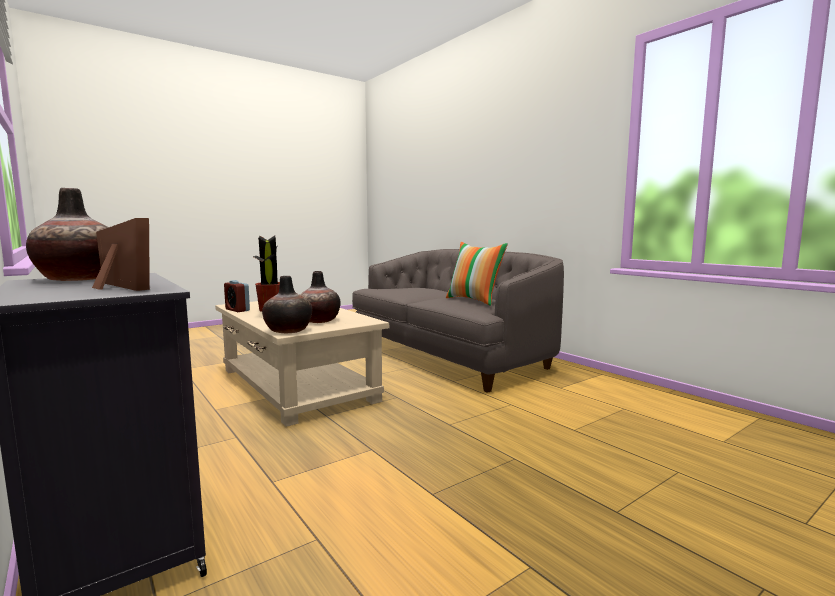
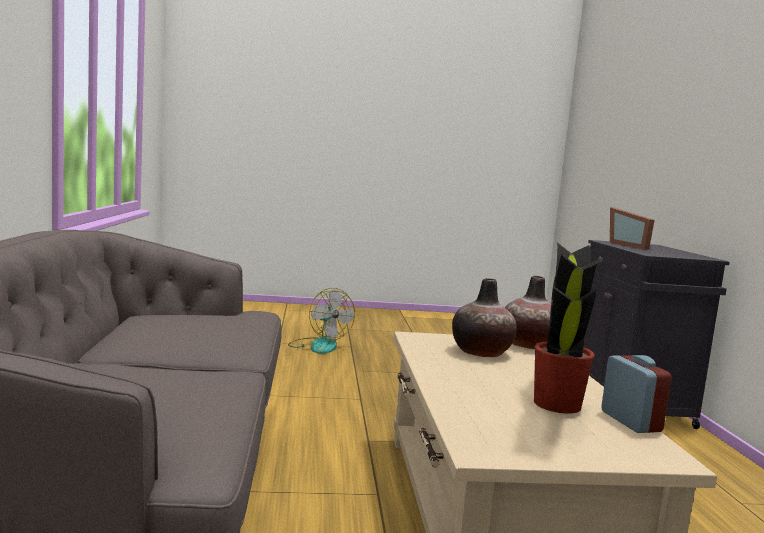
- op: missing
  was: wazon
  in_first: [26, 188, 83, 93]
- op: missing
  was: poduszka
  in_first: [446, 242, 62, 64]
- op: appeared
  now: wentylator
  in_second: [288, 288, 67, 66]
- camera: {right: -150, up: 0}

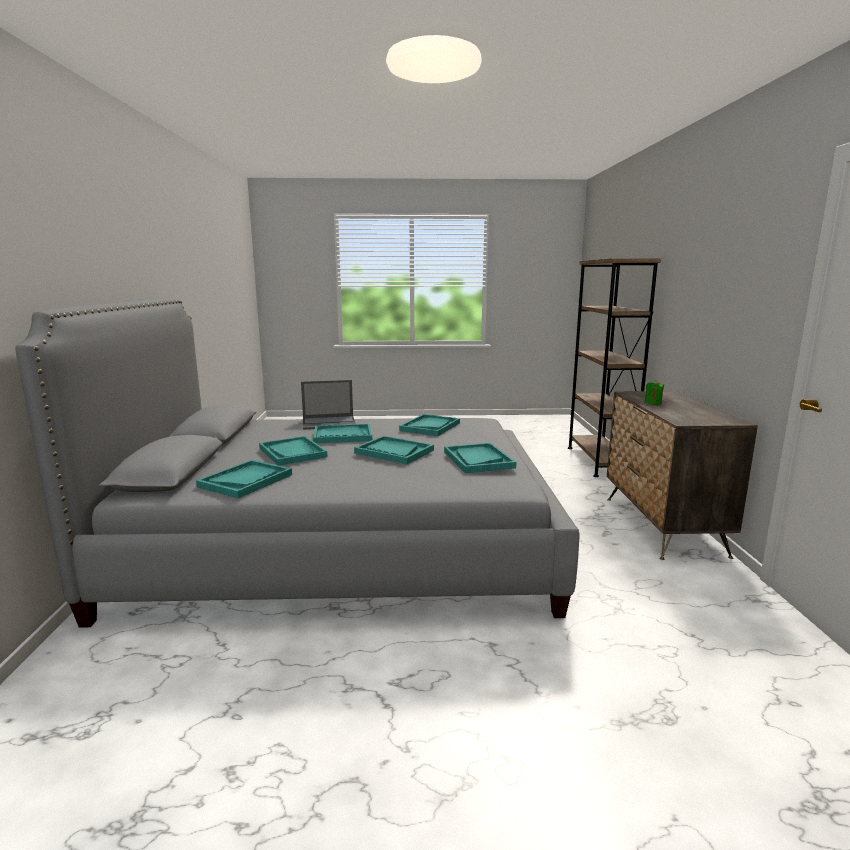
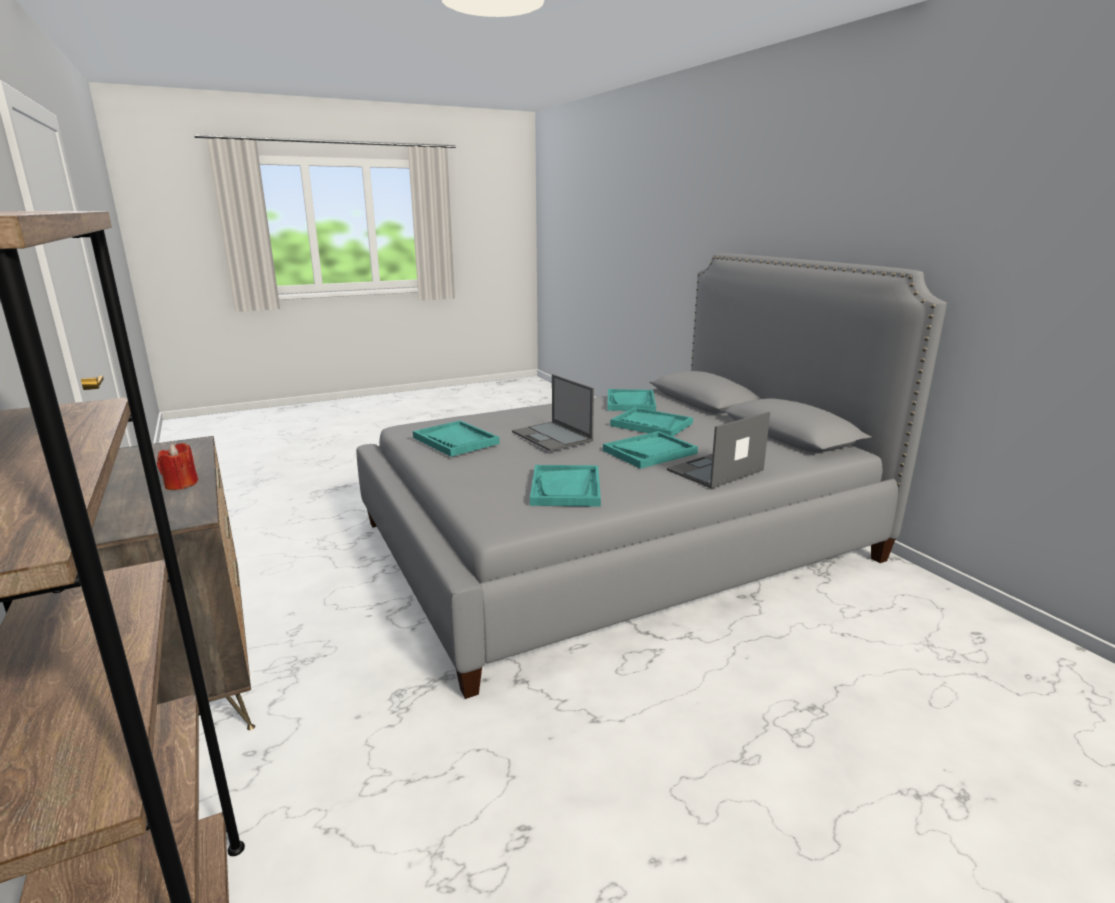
- op: colour
  was: świeca (zielony)
  now: świeca (czerwony)
  in_first: [645, 380, 19, 25]
  in_second: [157, 443, 41, 47]
- op: exchanged
  was: taca (turkusowy)
  now: laptop
  in_first: [354, 436, 80, 28]
  in_second: [512, 374, 82, 77]
- camera: {right: 155, up: 5}

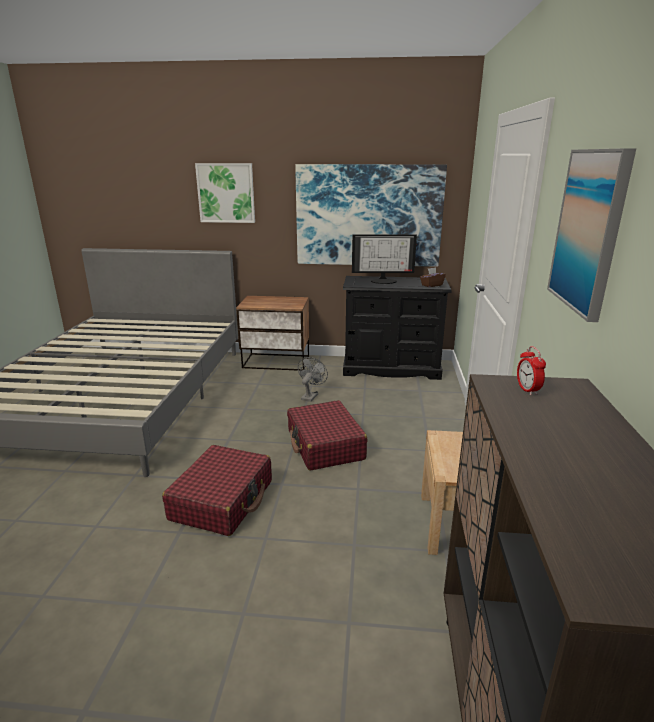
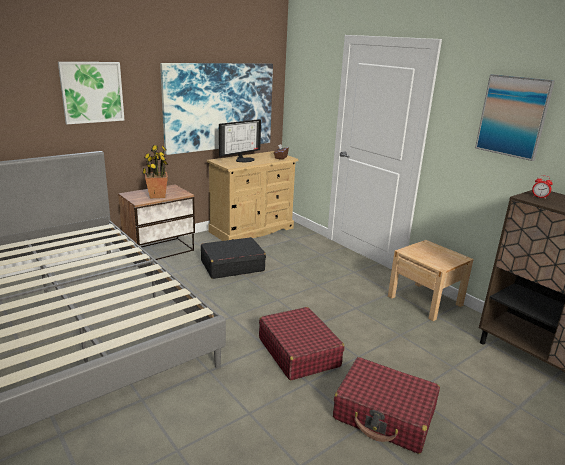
- op: colour
  was: komoda (czarny)
  now: komoda (beżowy)
  in_first: [343, 276, 109, 104]
  in_second: [207, 151, 92, 90]
- op: exchanged
  was: wentylator (szary)
  now: walizka (czarny)
  in_first: [298, 357, 30, 45]
  in_second: [201, 237, 65, 42]
- op: relocated
  was: walizka (czerwony)
  in_first: [287, 400, 81, 71]
  in_second: [333, 357, 107, 97]
- op: appeared
  now: roślina doniczkowa
  in_second: [142, 145, 26, 53]
- camera: {right: -45, up: 0}

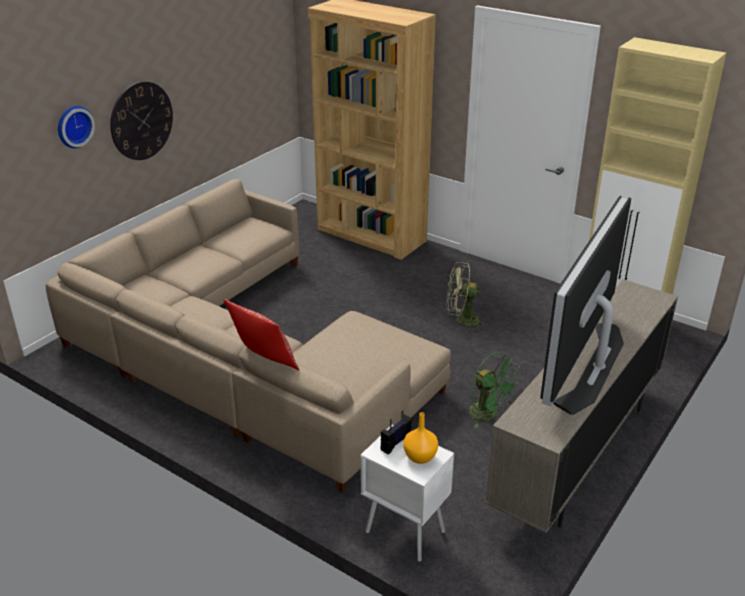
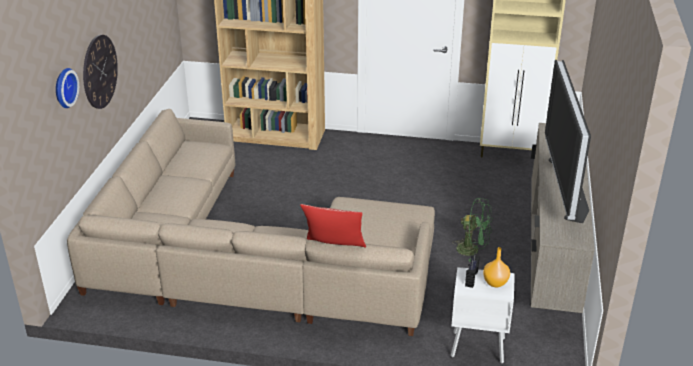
- op: missing
  was: wentylator (zielony)
  in_first: [447, 262, 39, 70]
- camera: {right: -25, up: 0}

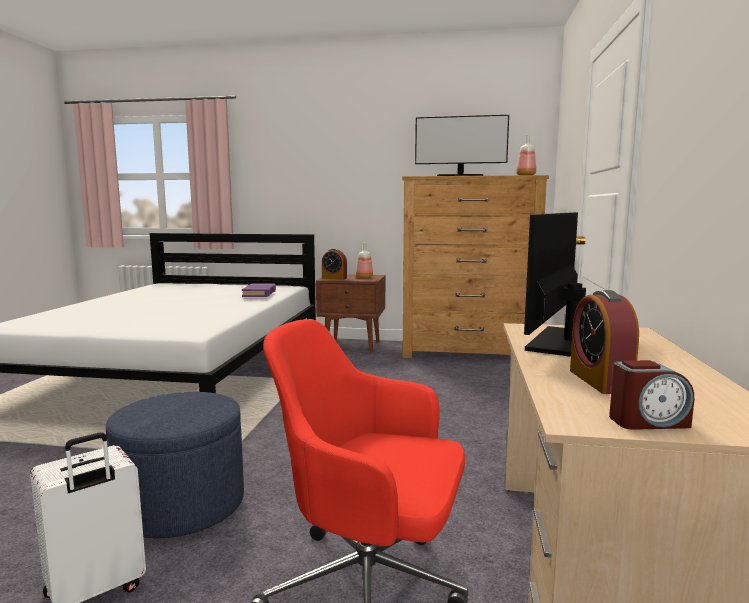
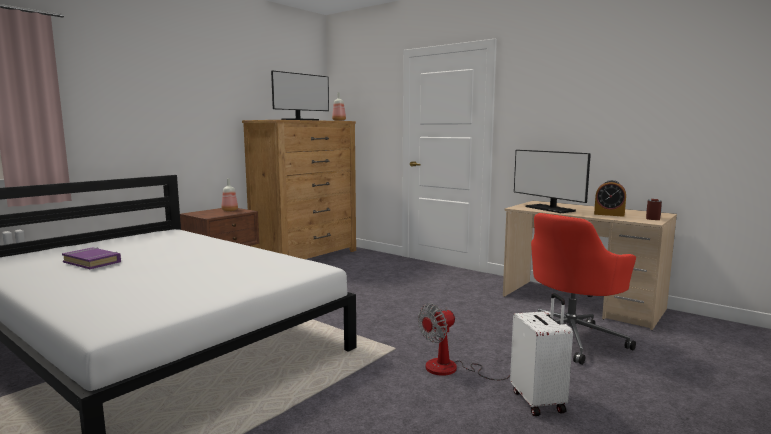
- op: missing
  was: budzik
  in_first: [322, 249, 25, 31]
- op: relocated
  was: książka (fioletowy)
  in_first: [242, 284, 34, 13]
  in_second: [62, 247, 59, 22]
- op: exchanged
  was: pufa (niebieski)
  now: wentylator
  in_first: [106, 392, 138, 146]
  in_second: [418, 303, 92, 77]
- camera: {right: -60, up: 0}

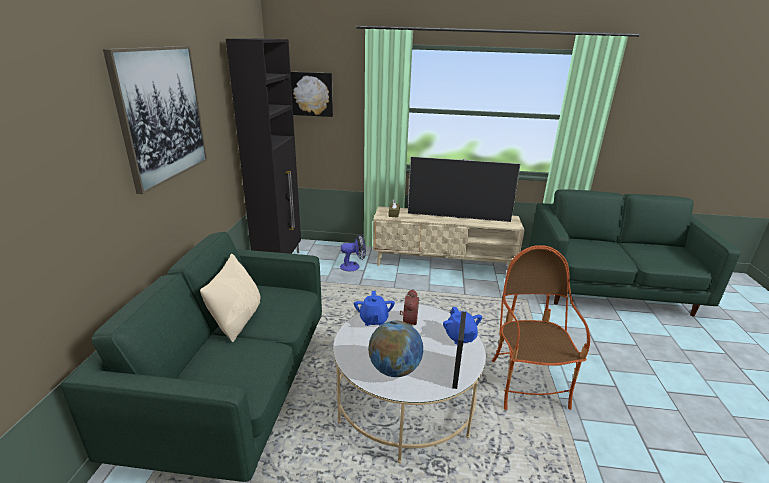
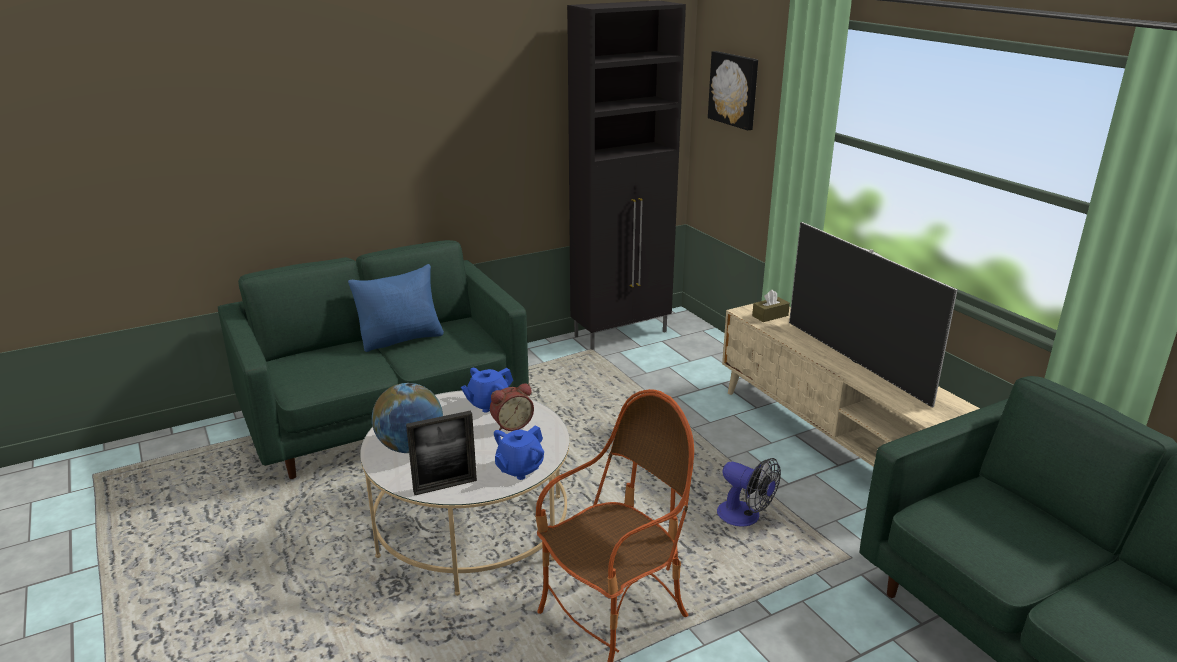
- op: missing
  was: obraz
  in_first: [103, 46, 104, 148]
- op: relocated
  was: wentylator
  in_first: [340, 234, 26, 37]
  in_second: [717, 458, 64, 69]
- op: colour
  was: poduszka (beżowy)
  now: poduszka (niebieski)
  in_first: [200, 254, 60, 88]
  in_second: [348, 264, 96, 88]
- camera: {right: 55, up: 0}

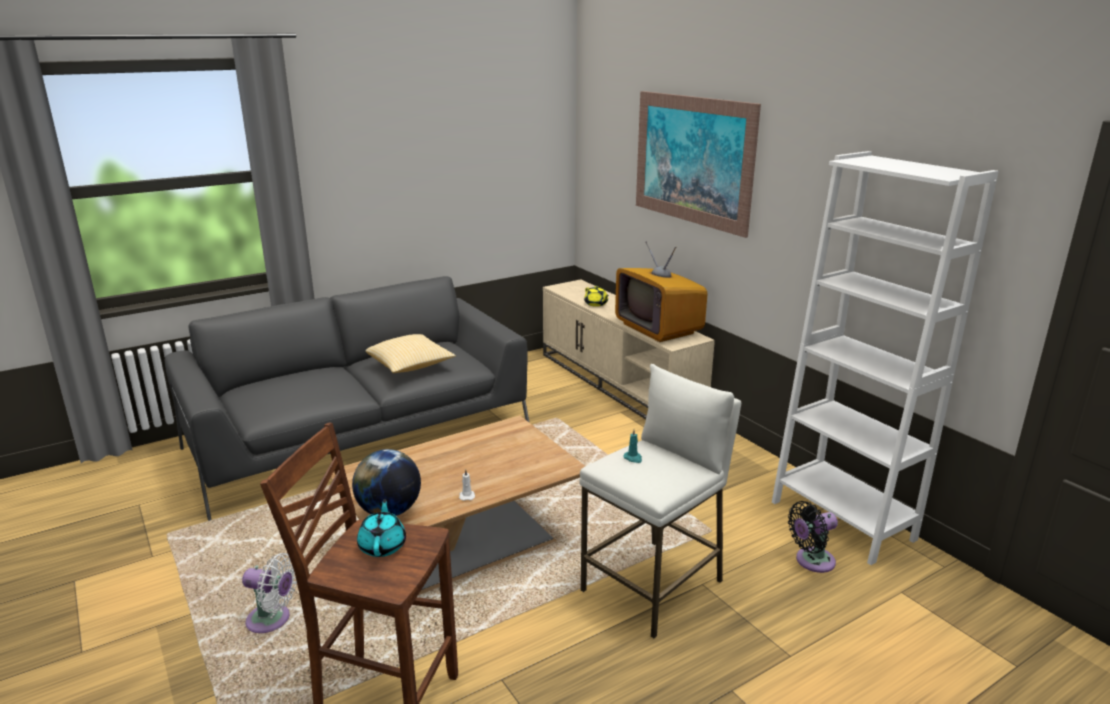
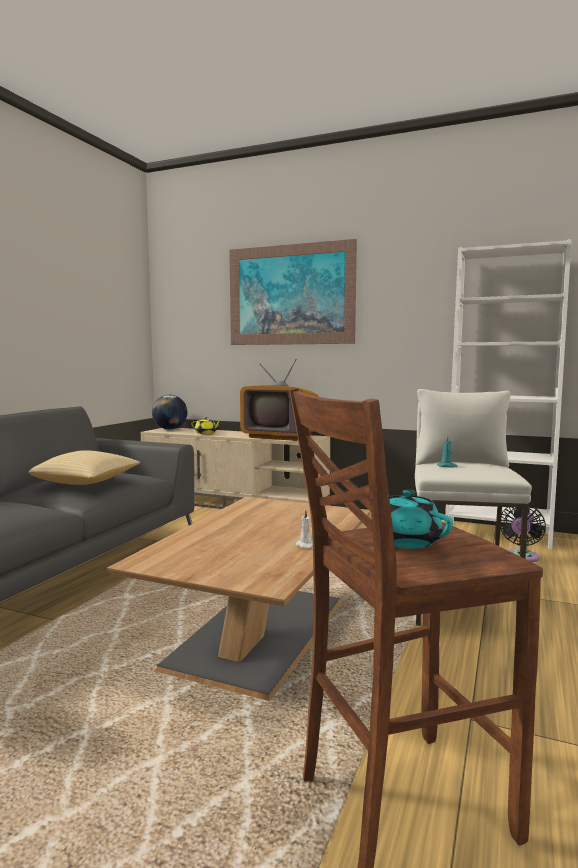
- op: relocated
  was: globus
  in_first: [352, 449, 69, 67]
  in_second: [152, 395, 35, 35]
- op: missing
  was: wentylator (biały)
  in_first: [242, 553, 55, 80]
- camera: {right: -35, up: -15}

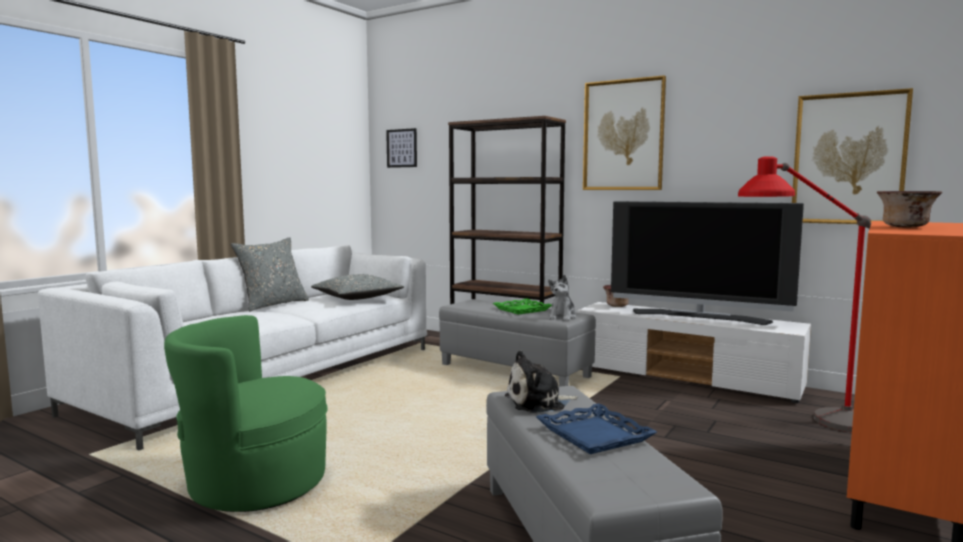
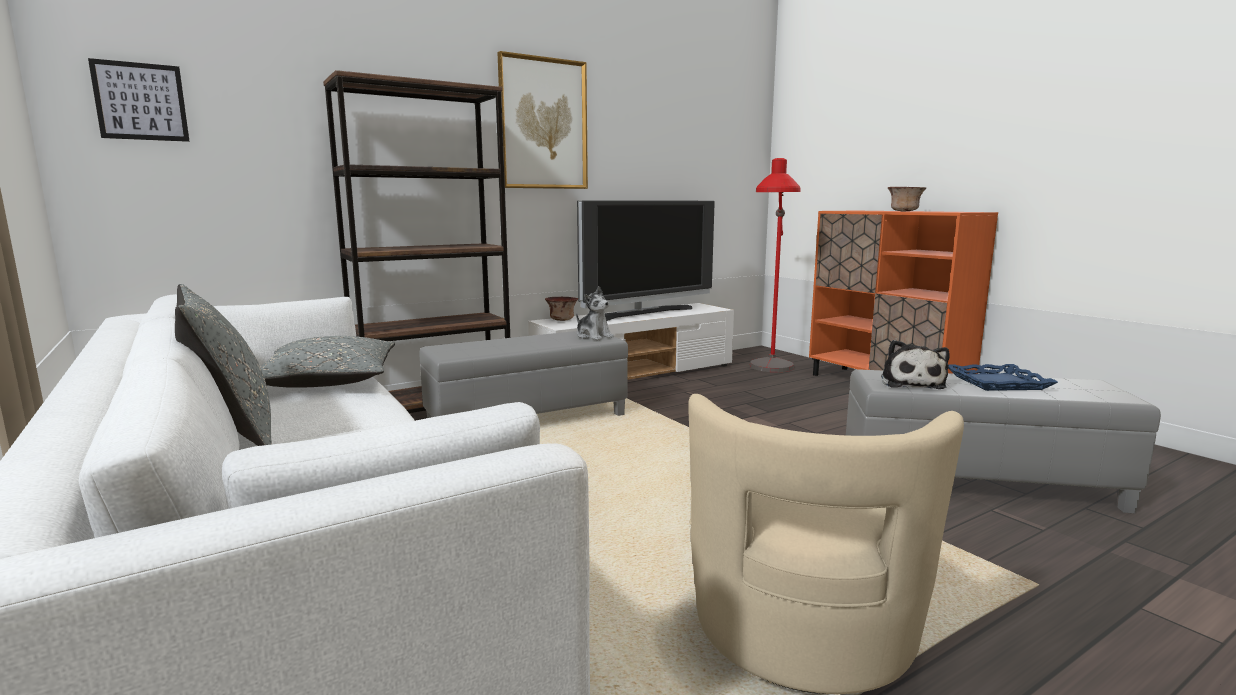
- op: missing
  was: obraz
  in_first: [792, 88, 121, 136]
- op: missing
  was: taca (zielony)
  in_first: [493, 299, 59, 16]
- op: colour
  was: fotel (zielony)
  now: fotel (beżowy)
  in_first: [164, 315, 164, 197]
  in_second: [688, 394, 276, 300]
- camera: {right: -65, up: 5}

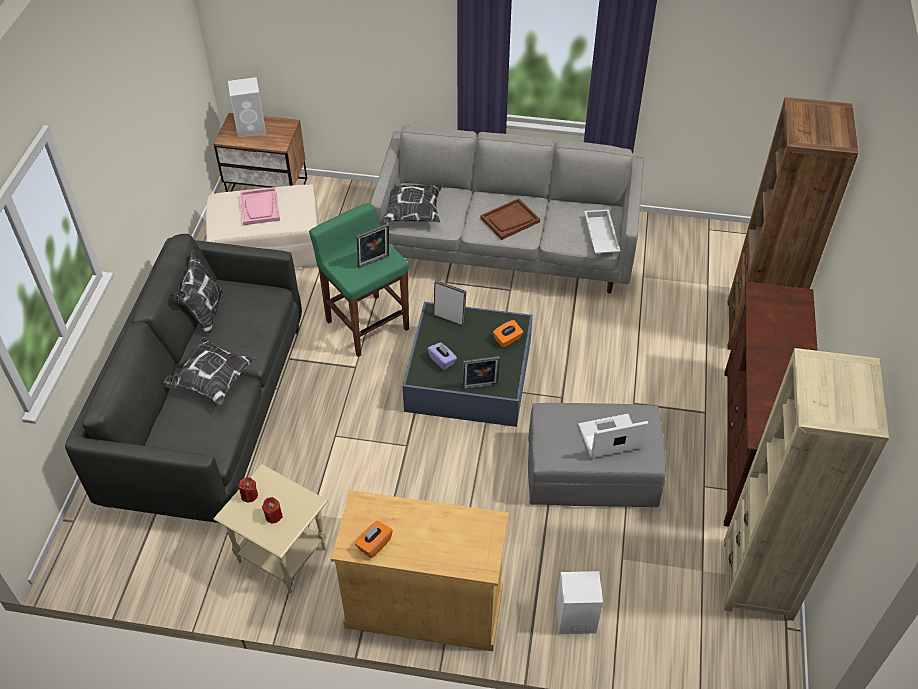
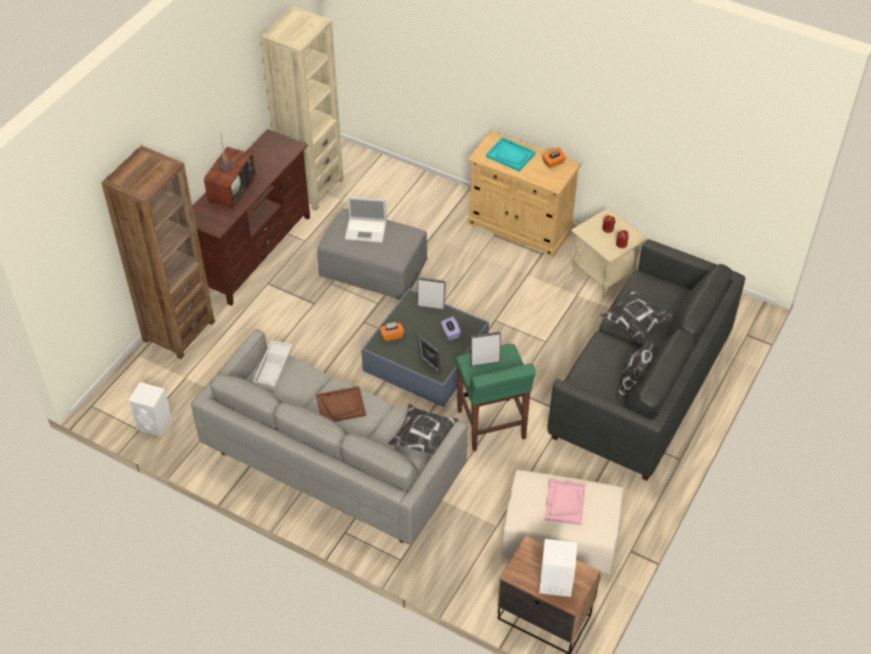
- op: relocated
  was: głośnik (biały)
  in_first: [556, 571, 47, 63]
  in_second: [129, 382, 43, 54]
- op: appeared
  now: telewizor
  in_second: [204, 137, 52, 72]
- op: appeared
  now: taca (turkusowy)
  in_second: [486, 137, 49, 35]
- camera: {right: -160, up: 0}

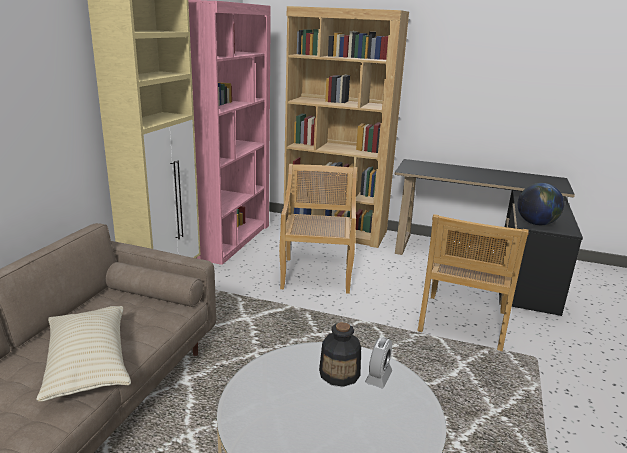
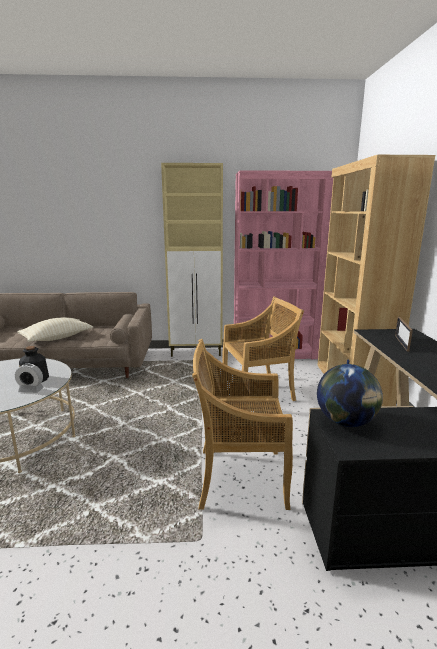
- op: appeared
  now: ramka na zdjęcie
  in_second: [395, 317, 18, 35]
- camera: {right: 70, up: -5}

